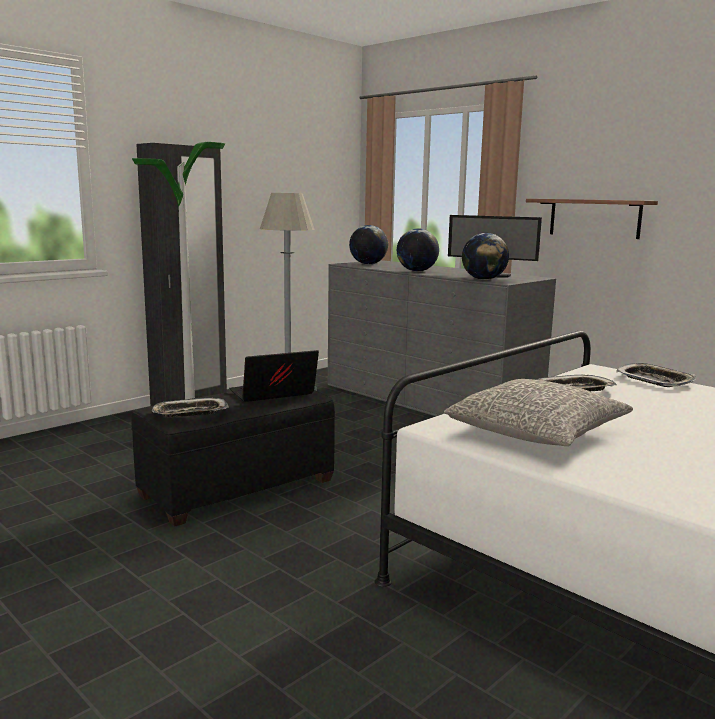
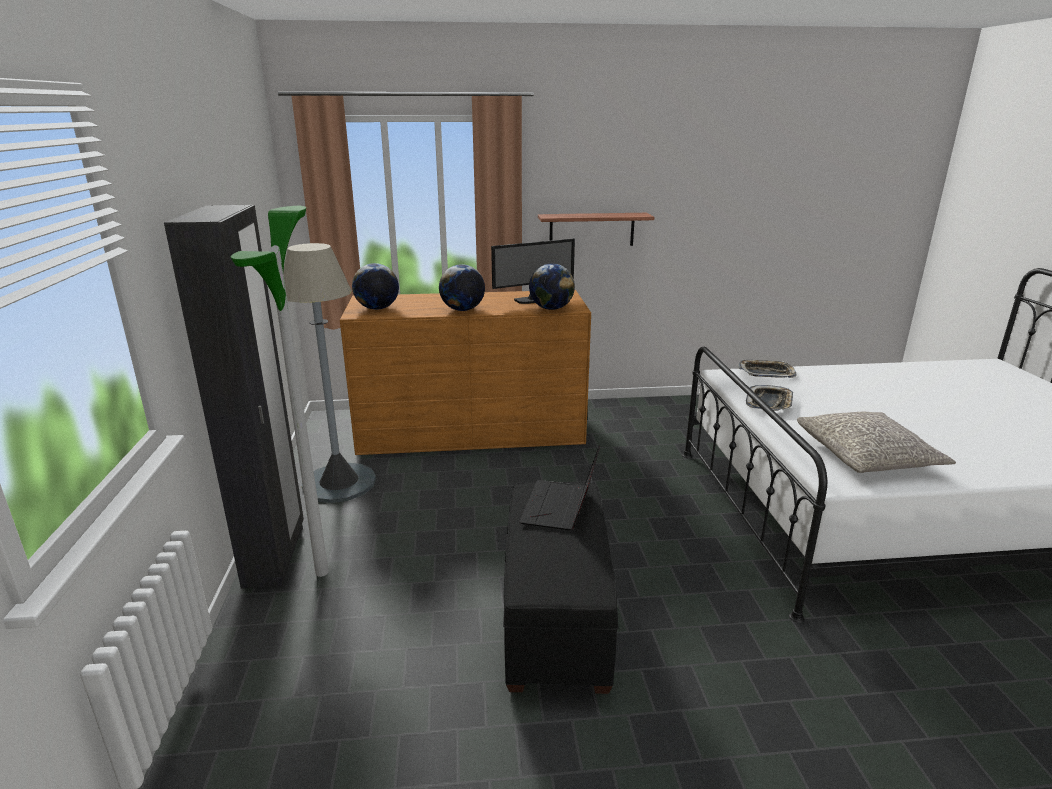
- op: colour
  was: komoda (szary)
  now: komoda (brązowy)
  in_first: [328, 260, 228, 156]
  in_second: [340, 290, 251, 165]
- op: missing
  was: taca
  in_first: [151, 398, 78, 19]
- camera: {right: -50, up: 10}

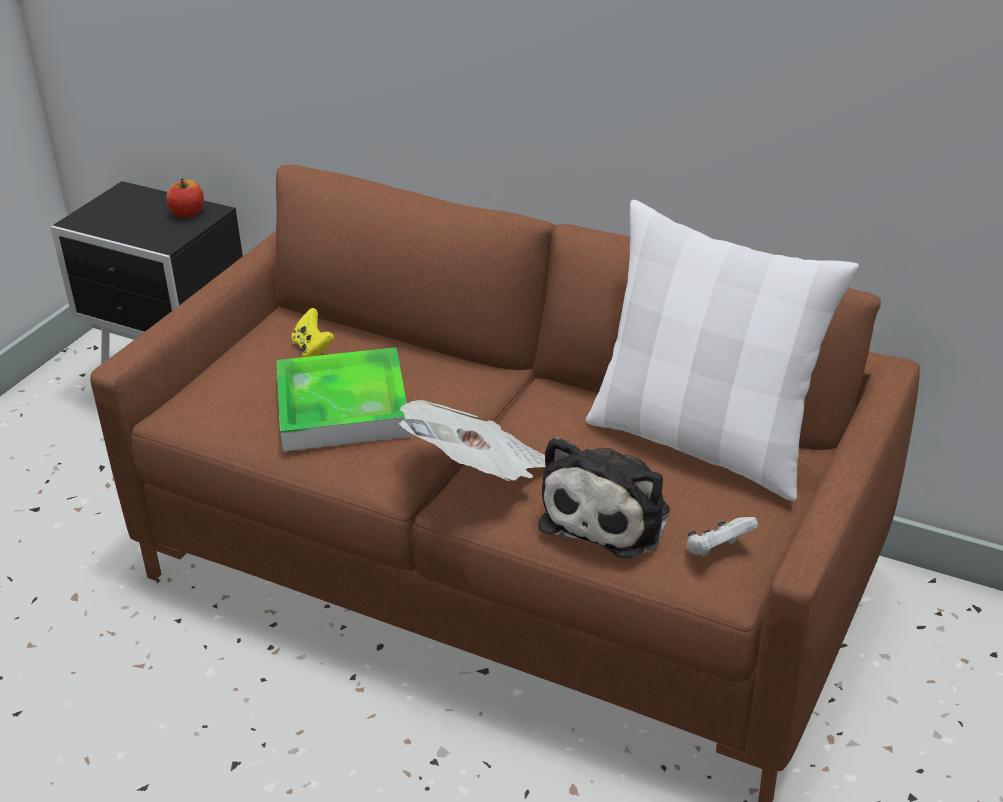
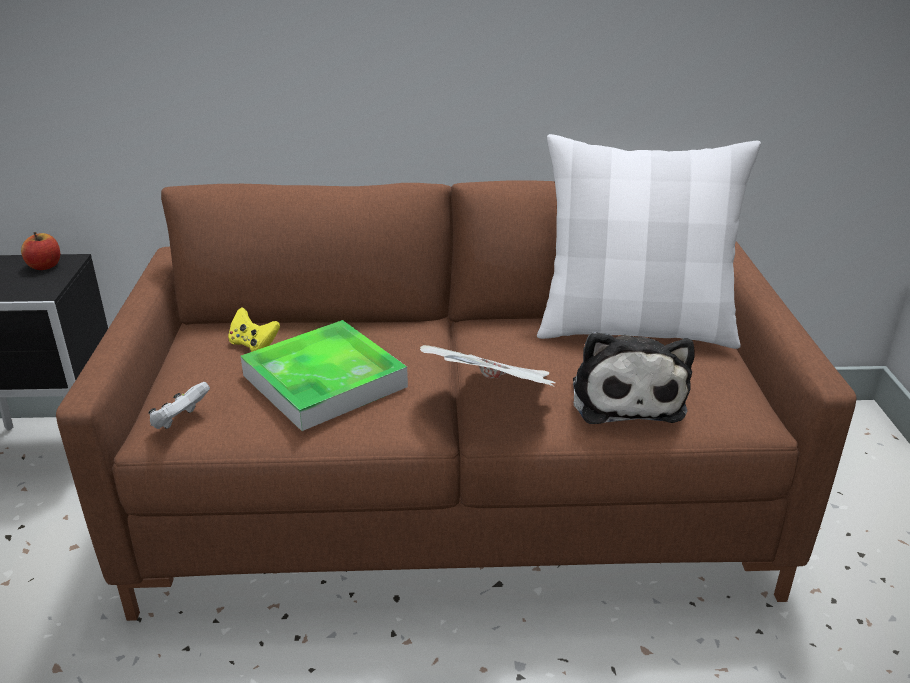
- op: relocated
  was: pad do gier (biały)
  in_first: [687, 517, 71, 40]
  in_second: [148, 382, 62, 47]
- camera: {right: -30, up: -5}

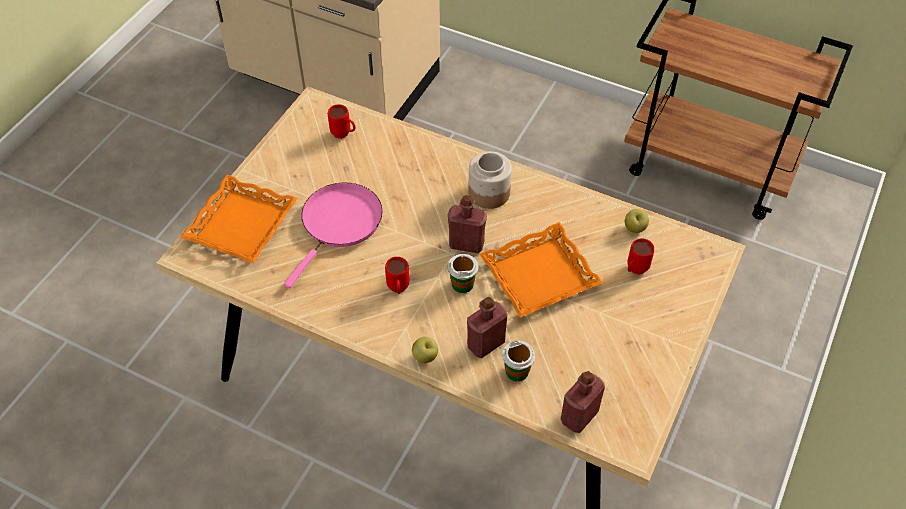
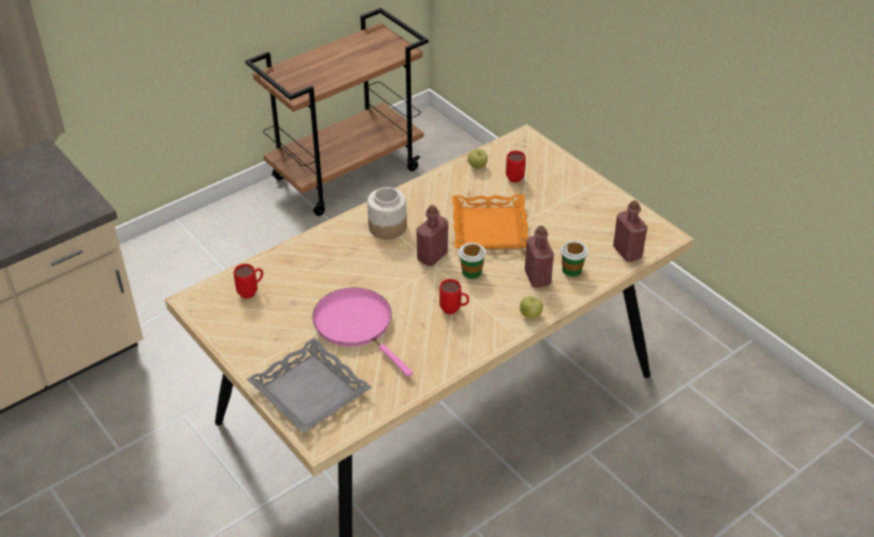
- op: colour
  was: taca (pomarańczowy)
  now: taca (szary)
  in_first: [180, 175, 117, 88]
  in_second: [247, 337, 125, 96]
- camera: {right: -65, up: -10}

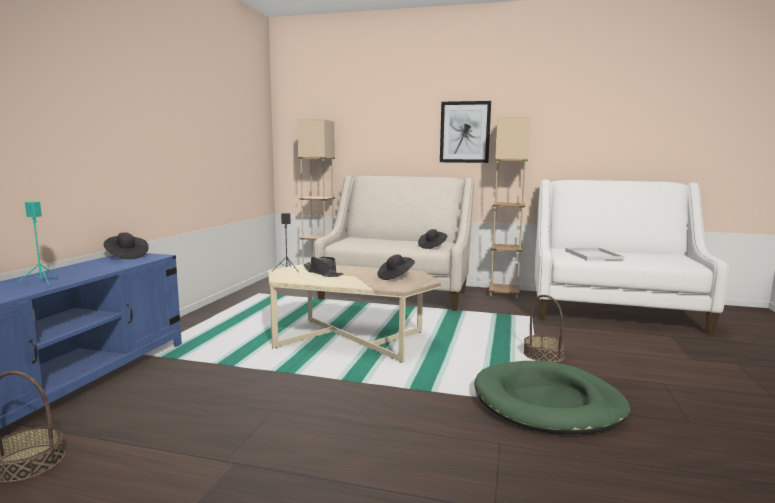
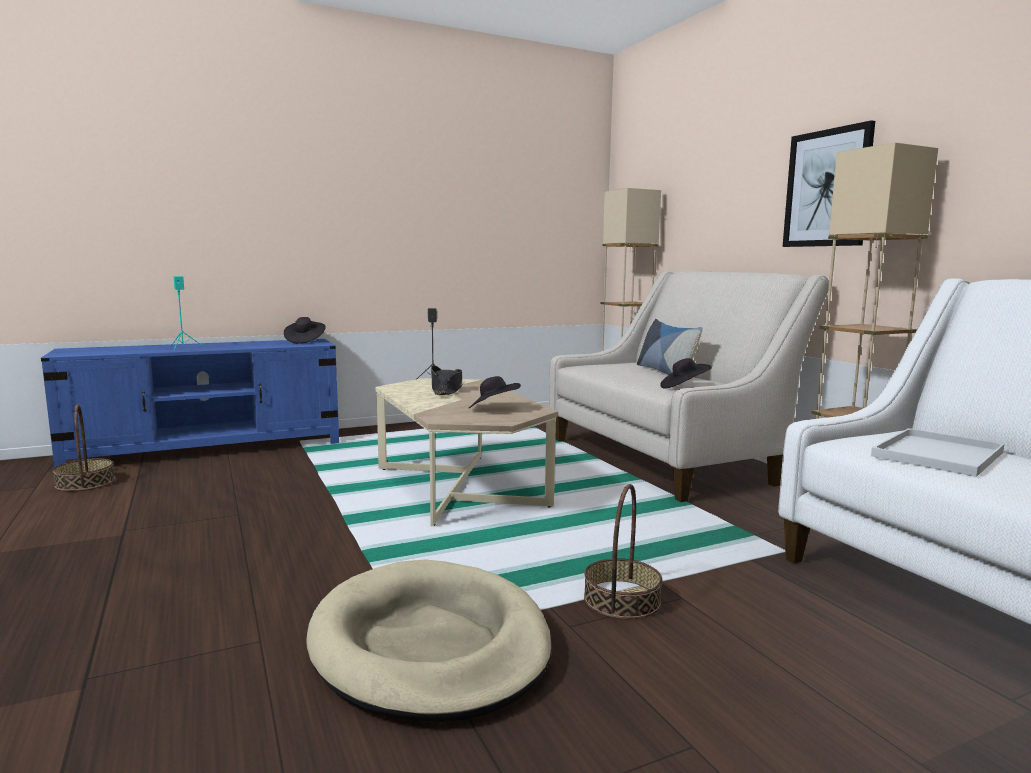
- op: colour
  was: legowisko (zielony)
  now: legowisko (beżowy)
  in_first: [474, 361, 156, 74]
  in_second: [306, 560, 246, 162]
- op: appeared
  now: poduszka
  in_second: [637, 319, 66, 56]
- camera: {right: 50, up: 0}

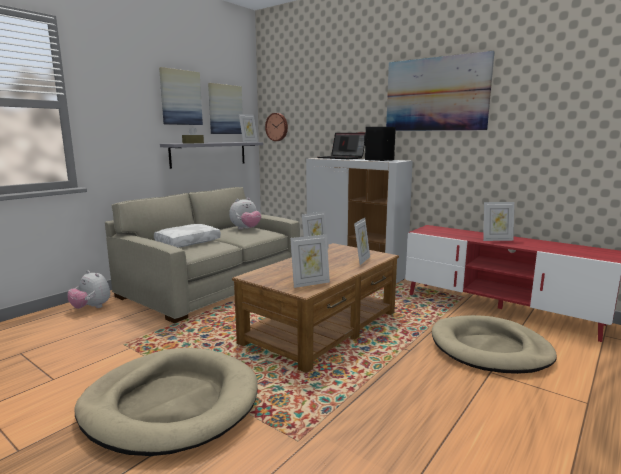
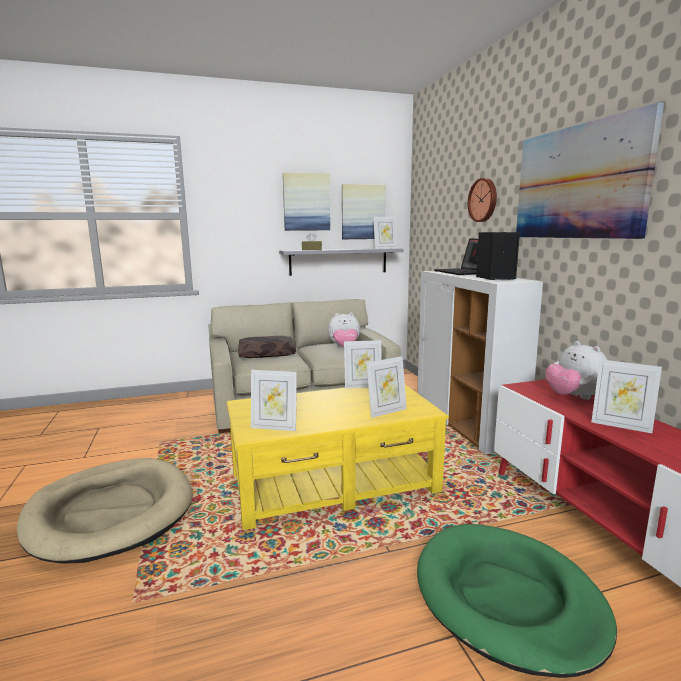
- op: relocated
  was: zegar ścienny
  in_first: [265, 113, 23, 28]
  in_second: [468, 178, 29, 44]
- op: colour
  was: poduszka (biały)
  now: poduszka (brązowy)
  in_first: [154, 224, 67, 23]
  in_second: [238, 336, 58, 22]
- op: colour
  was: ława (brązowy)
  now: ława (żółty)
  in_first: [232, 243, 167, 130]
  in_second: [227, 385, 222, 145]
- op: relocated
  was: pluszak
  in_first: [67, 271, 43, 38]
  in_second: [545, 341, 63, 59]
- op: colour
  was: legowisko (beżowy)
  now: legowisko (zielony)
  in_first: [432, 315, 125, 59]
  in_second: [417, 524, 200, 154]
- camera: {right: 35, up: 0}

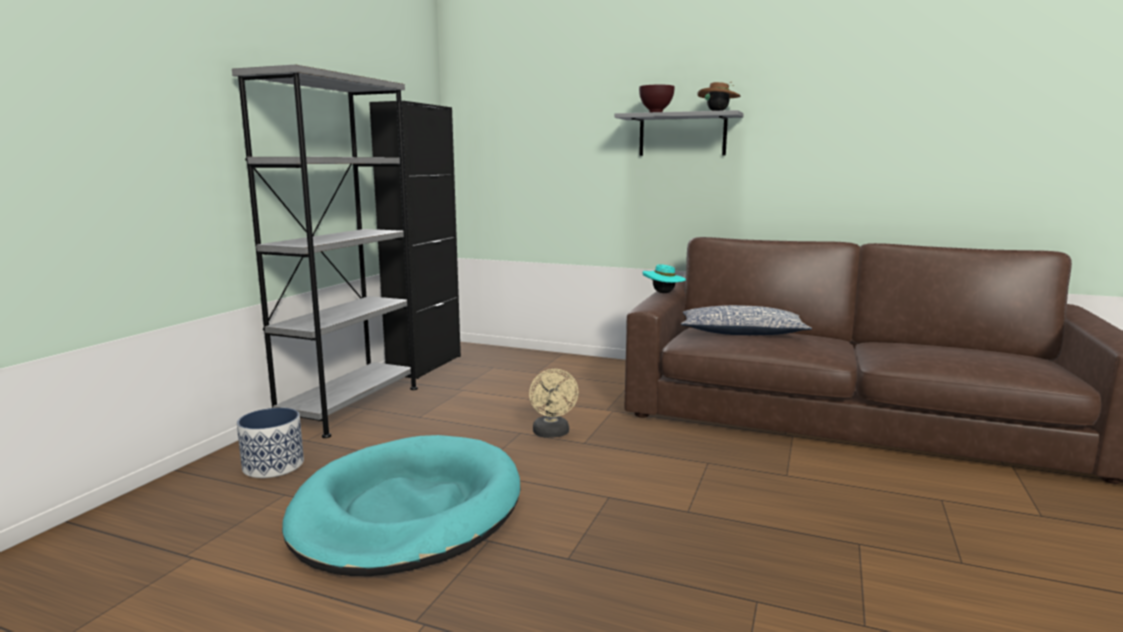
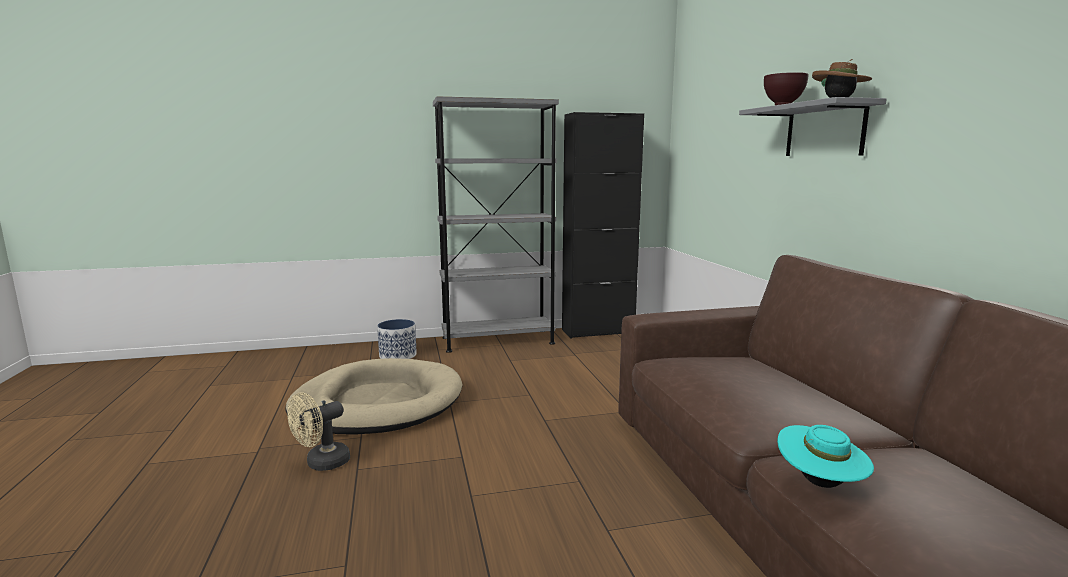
- op: relocated
  was: kapelusz (turkusowy)
  in_first: [643, 264, 43, 29]
  in_second: [777, 425, 97, 63]
- op: missing
  was: poduszka
  in_first: [681, 305, 131, 30]
- op: relocated
  was: wentylator (beżowy)
  in_first: [529, 369, 49, 69]
  in_second: [287, 393, 63, 78]
- op: colour
  was: legowisko (turkusowy)
  now: legowisko (beżowy)
  in_first: [282, 435, 238, 141]
  in_second: [285, 358, 178, 77]
- camera: {right: 55, up: 0}

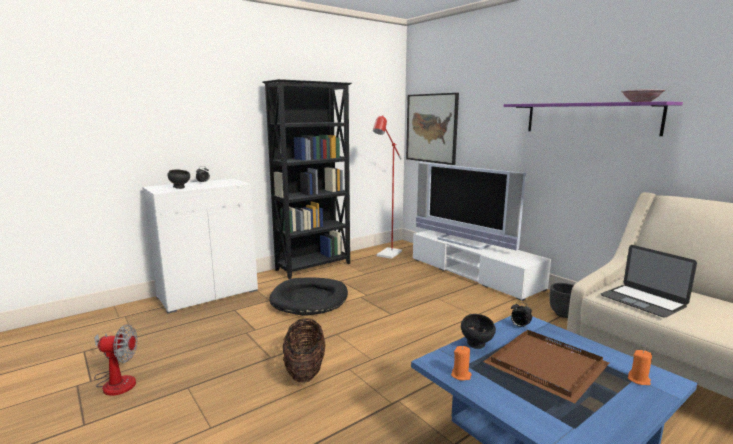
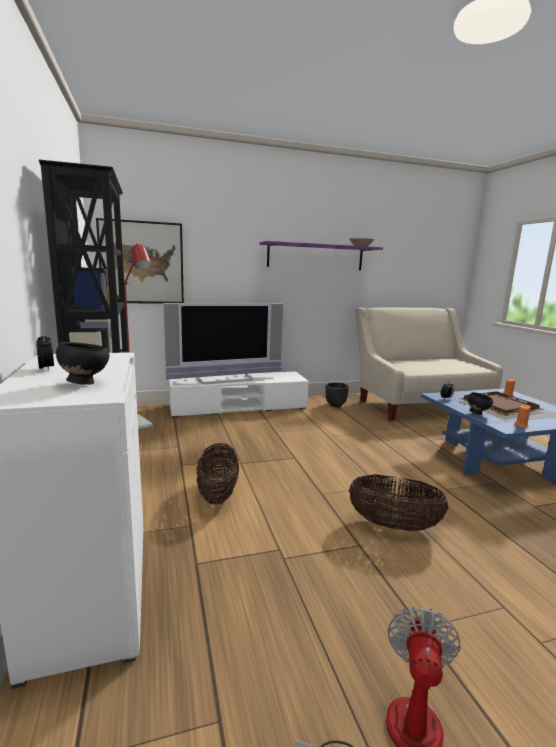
- op: missing
  was: laptop
  in_first: [600, 245, 97, 72]
- op: exchanged
  was: legowisko (czarny)
  now: koszyk
  in_first: [269, 278, 79, 37]
  in_second: [196, 443, 43, 61]
- camera: {right: -70, up: 0}

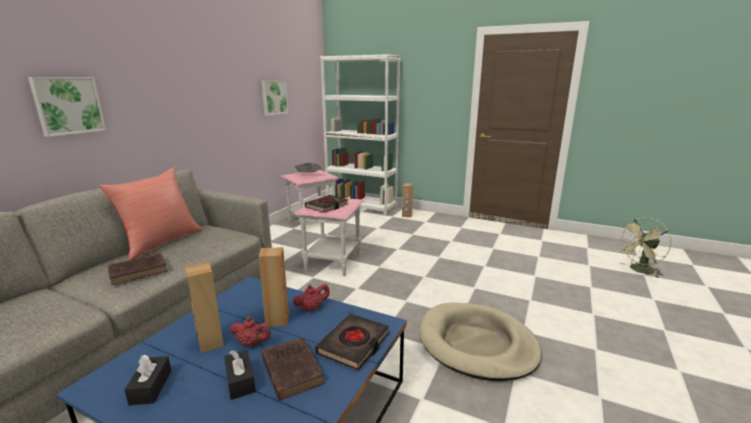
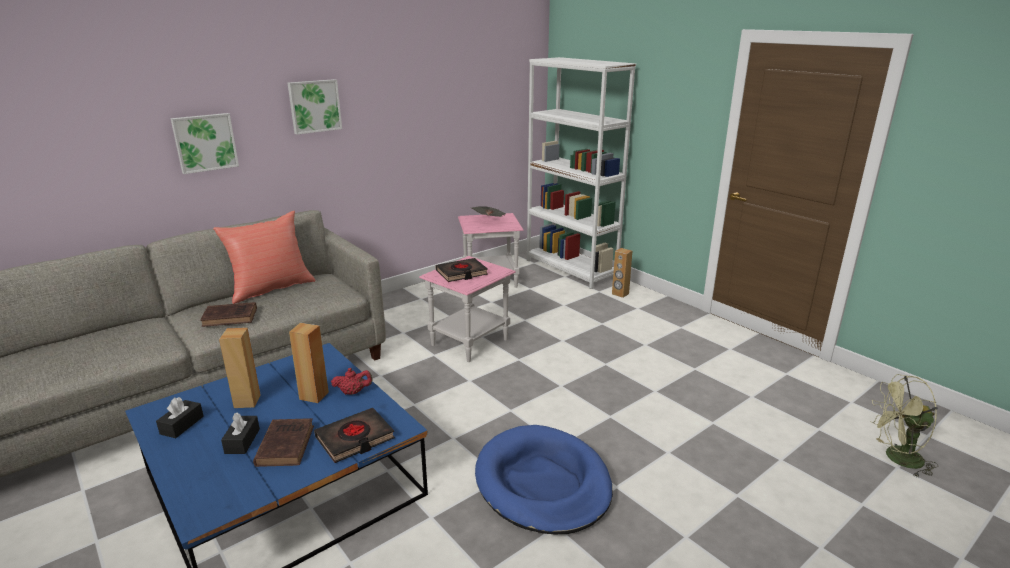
- op: relocated
  was: obraz
  in_first: [262, 81, 26, 35]
  in_second: [288, 79, 54, 56]
- op: colour
  was: legowisko (beżowy)
  now: legowisko (niebieski)
  in_first: [419, 303, 123, 78]
  in_second: [475, 425, 138, 109]
- op: missing
  was: imbryk (czerwony)
  in_first: [230, 317, 41, 30]
- camera: {right: 25, up: 5}

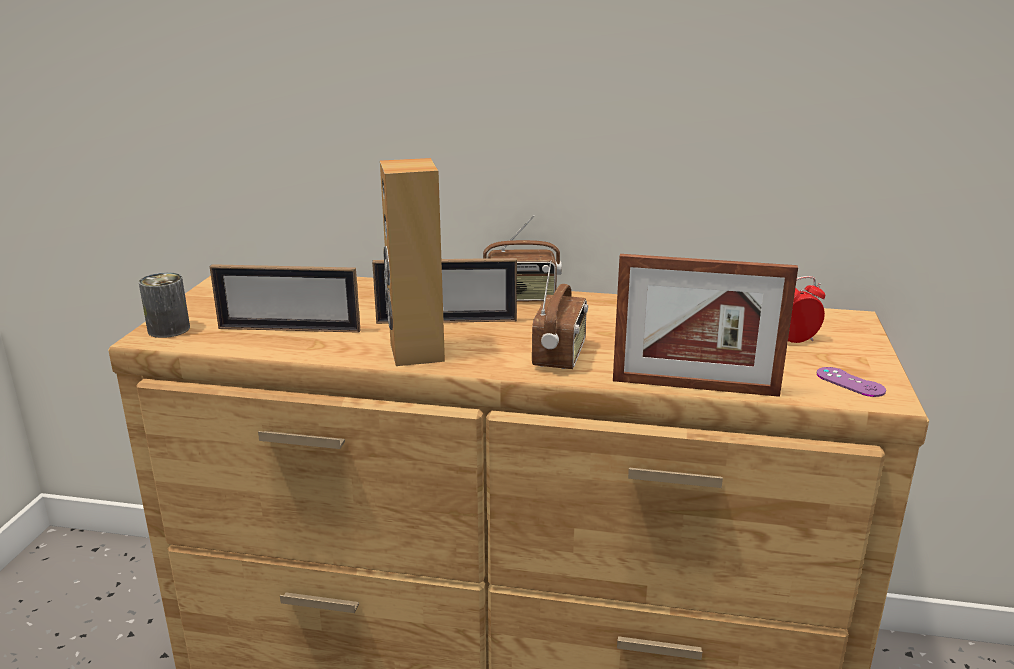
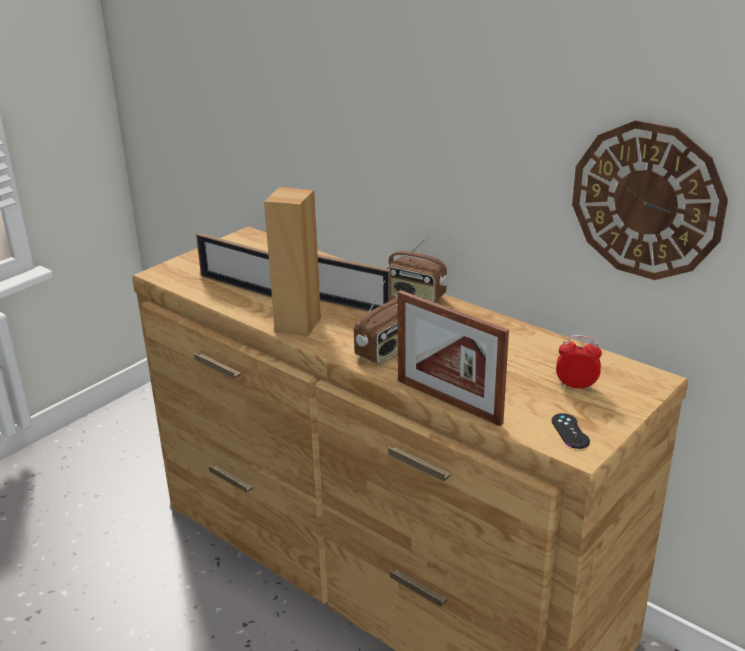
- op: missing
  was: puszka
  in_first: [139, 272, 51, 66]
- op: colour
  was: pad do gier (fioletowy)
  now: pad do gier (czarny)
  in_first: [817, 367, 69, 30]
  in_second: [551, 413, 39, 36]
- op: appeared
  now: zegar ścienny
  in_second: [572, 120, 156, 160]
- camera: {right: 30, up: 5}

